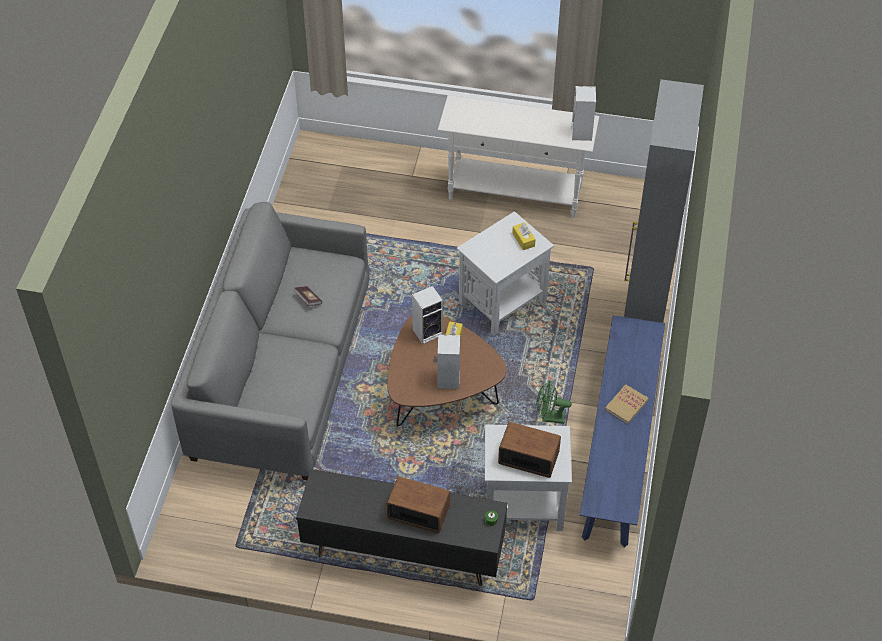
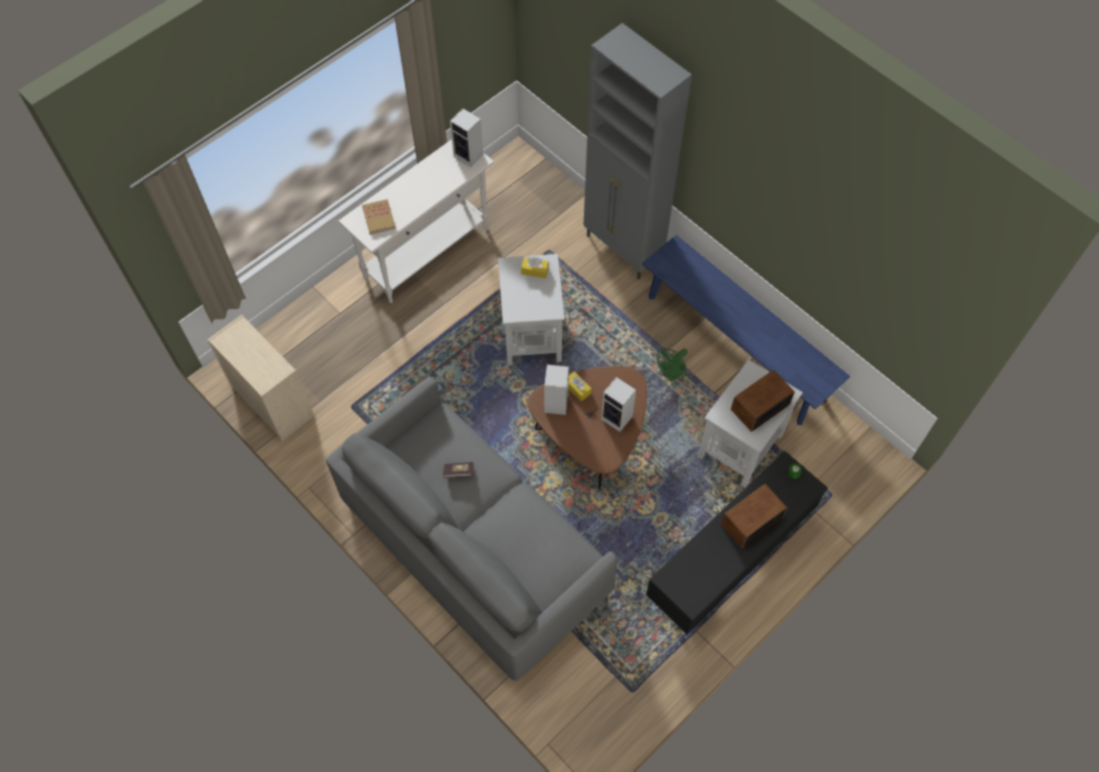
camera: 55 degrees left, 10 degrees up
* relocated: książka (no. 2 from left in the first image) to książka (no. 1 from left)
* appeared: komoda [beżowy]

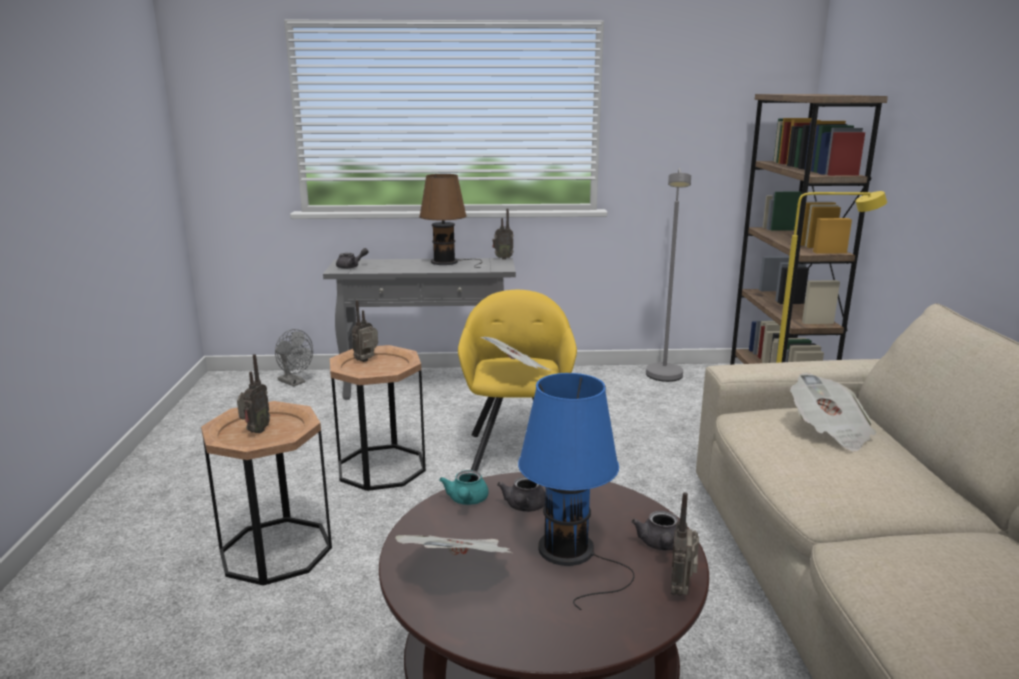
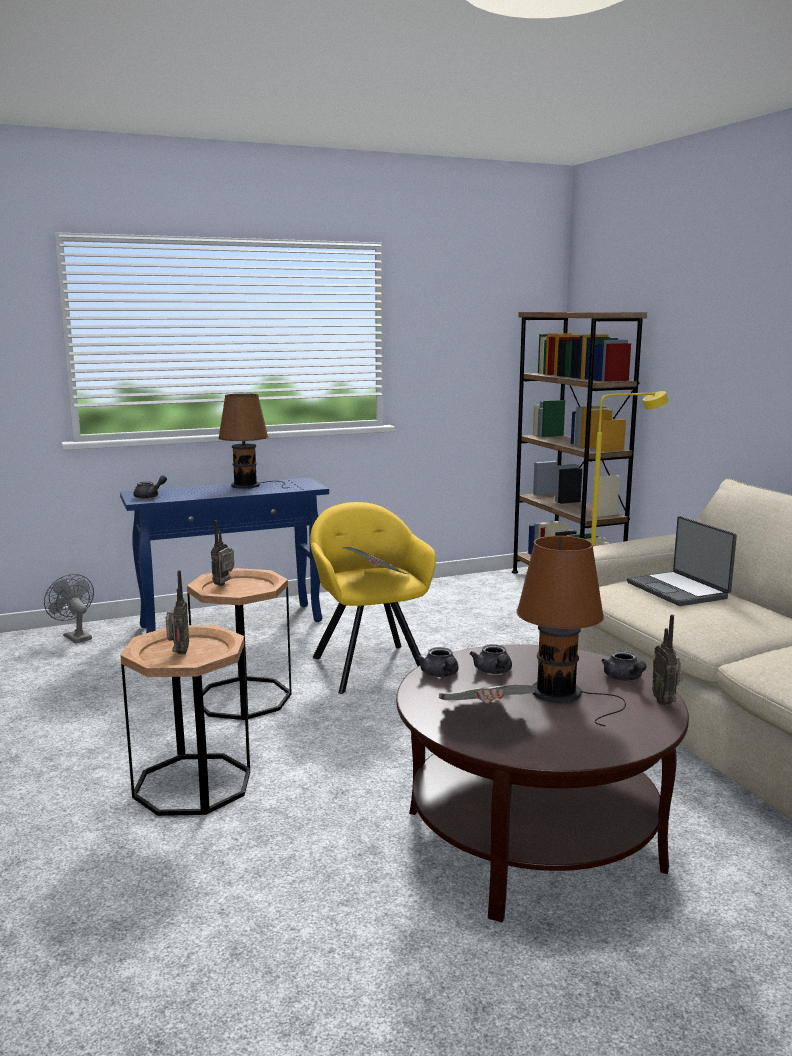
camera: 20 degrees left, 5 degrees down
* spun: wentylator [szary] 150 degrees counterclockwise
* colour: stolik konsolowy [szary] to stolik konsolowy [niebieski]
* colour: imbryk [turkusowy] to imbryk [szary] (no. 2 from left)
* missing: radio (no. 3 from left)
* colour: lampa stołowa [niebieski] to lampa stołowa [brązowy] (no. 2 from left)
* missing: lampa stojąca [szary]
* exchanged: gazeta (no. 3 from left) to laptop

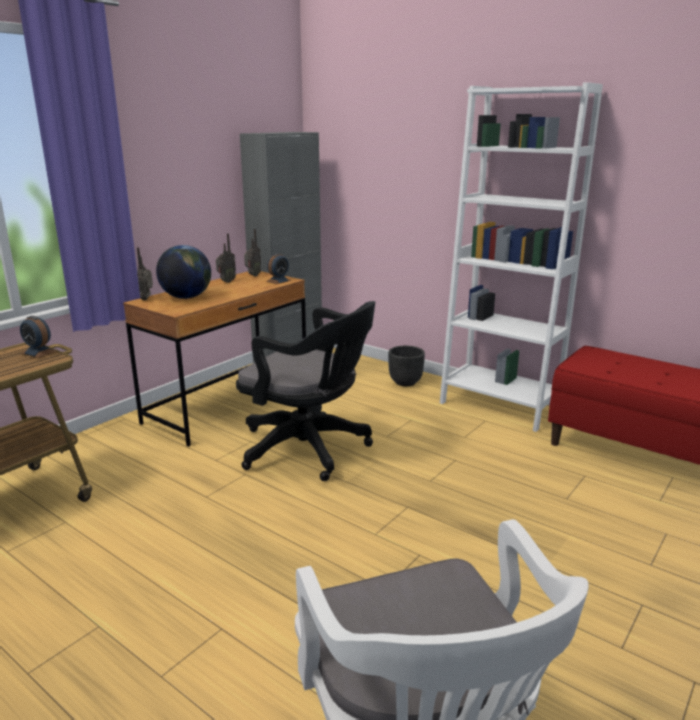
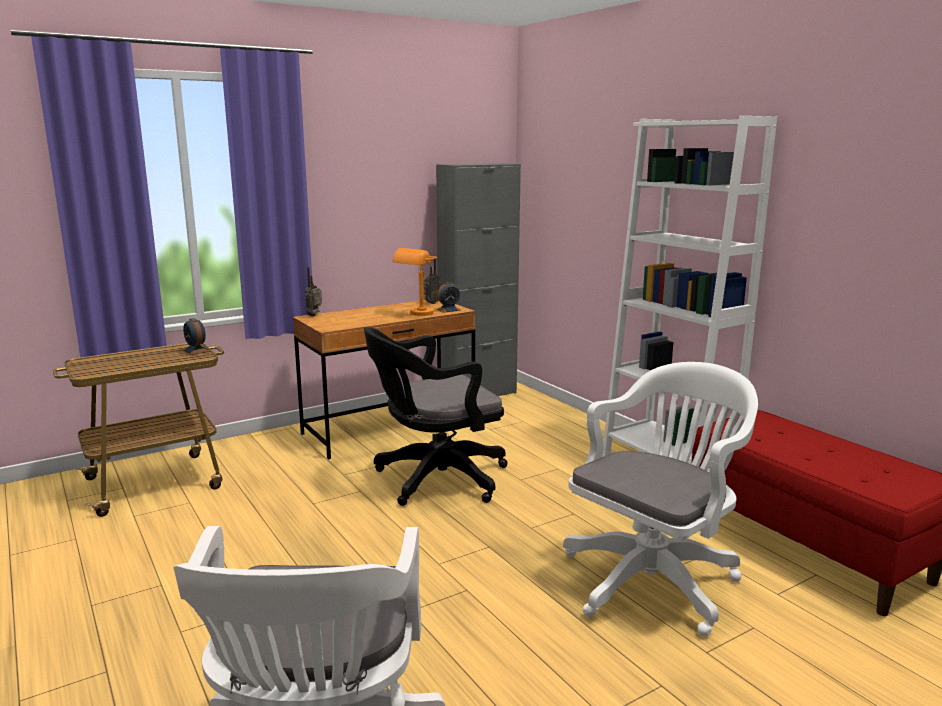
camera: 20 degrees right, 5 degrees down
* missing: globus
* missing: radio (no. 2 from left)
* spun: krzesło biurowe [czarny] 105 degrees clockwise
* missing: donica [czarny]
* appeared: lampa stołowa [pomarańczowy]
* appeared: krzesło biurowe [biały] (no. 2 from left)

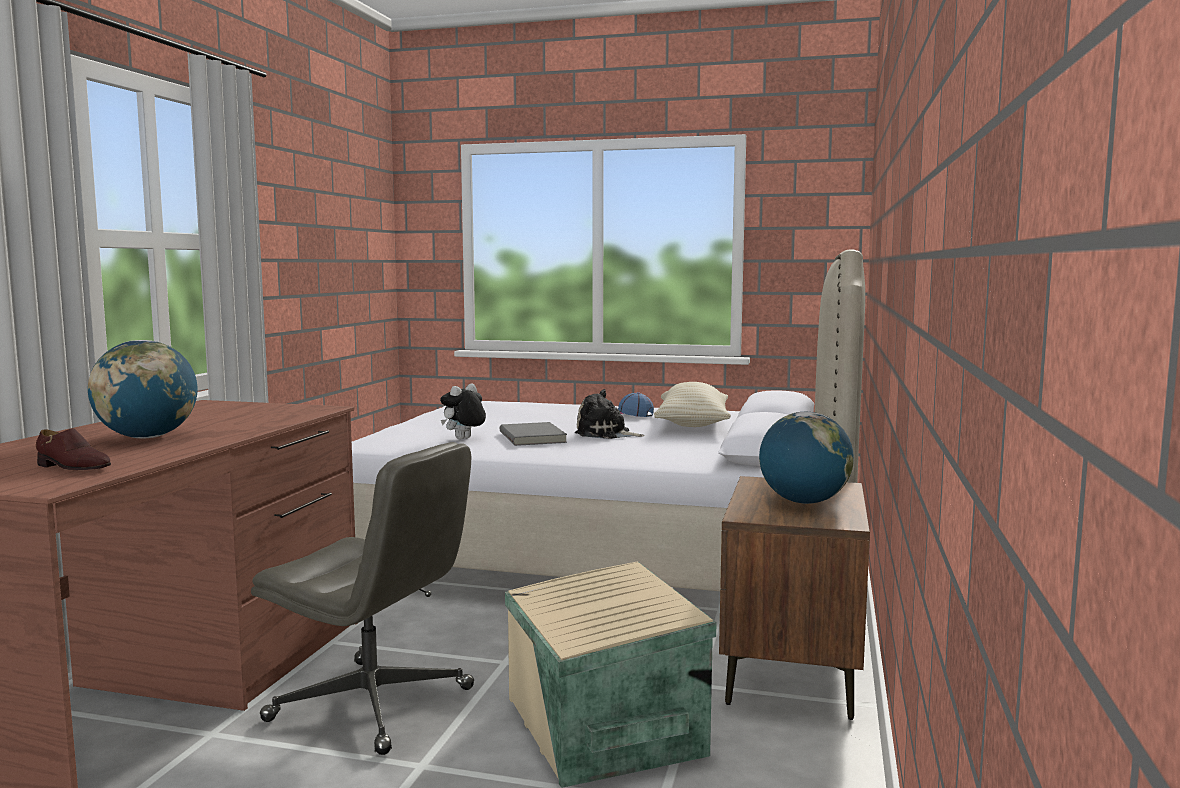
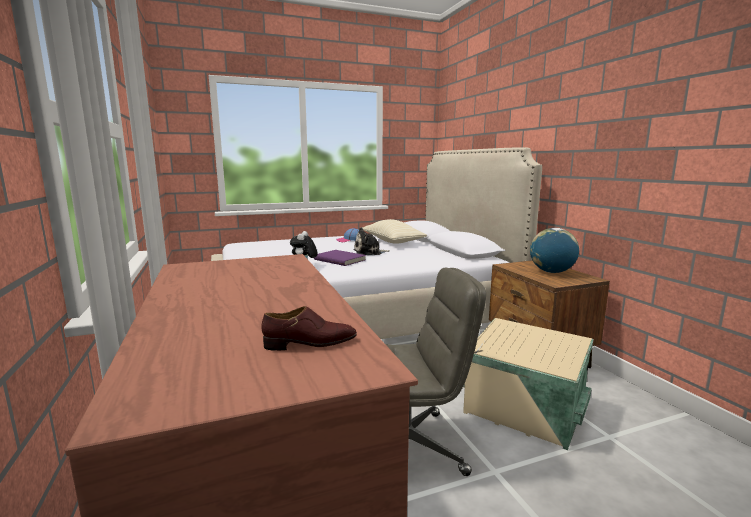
camera: 35 degrees left, 5 degrees up
* missing: globus (no. 1 from left)
* colour: książka [szary] to książka [fioletowy]

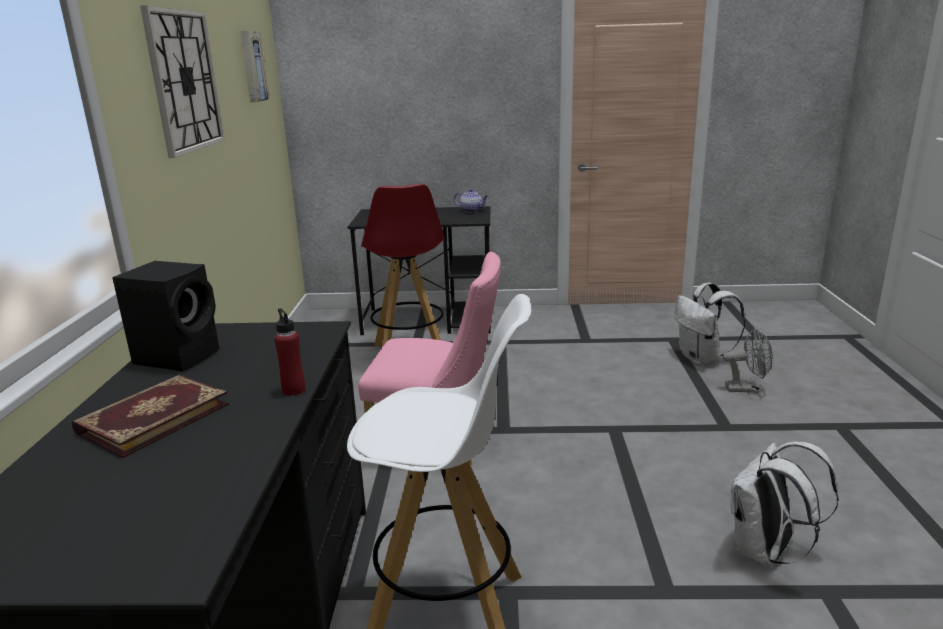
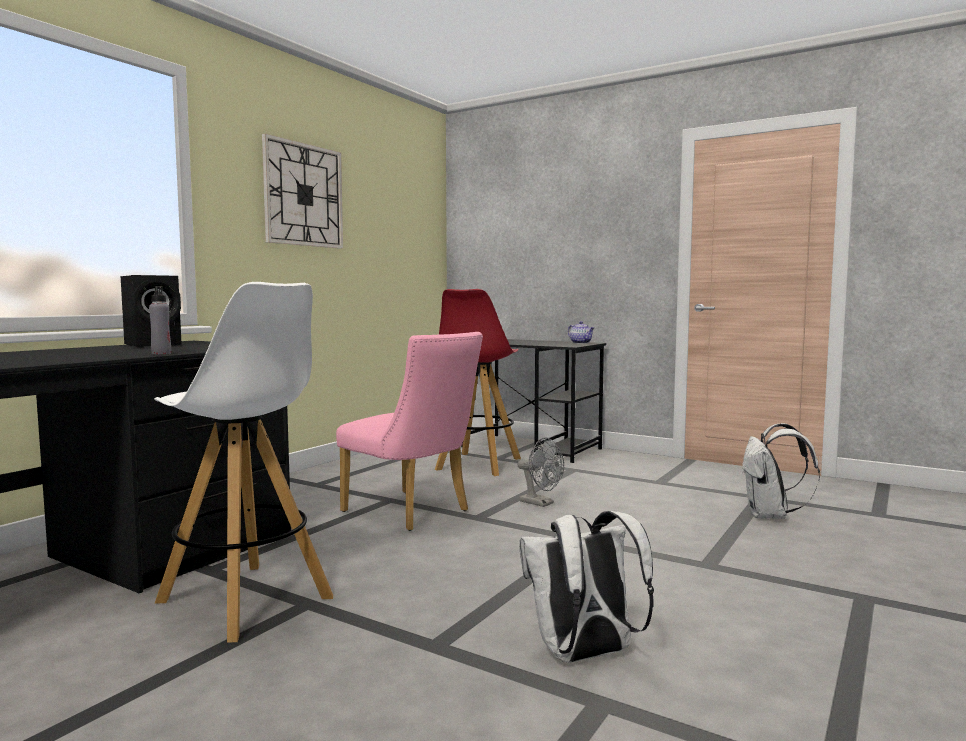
camera: 30 degrees right, 15 degrees down
* missing: książka
* missing: obraz
* colour: butelka [czerwony] to butelka [szary]
* relocated: wentylator [szary]

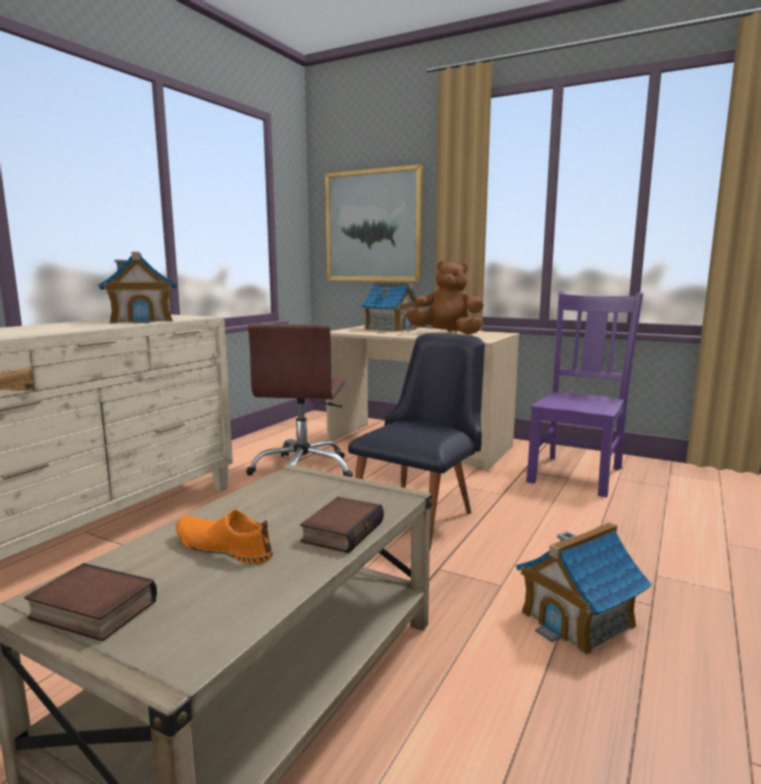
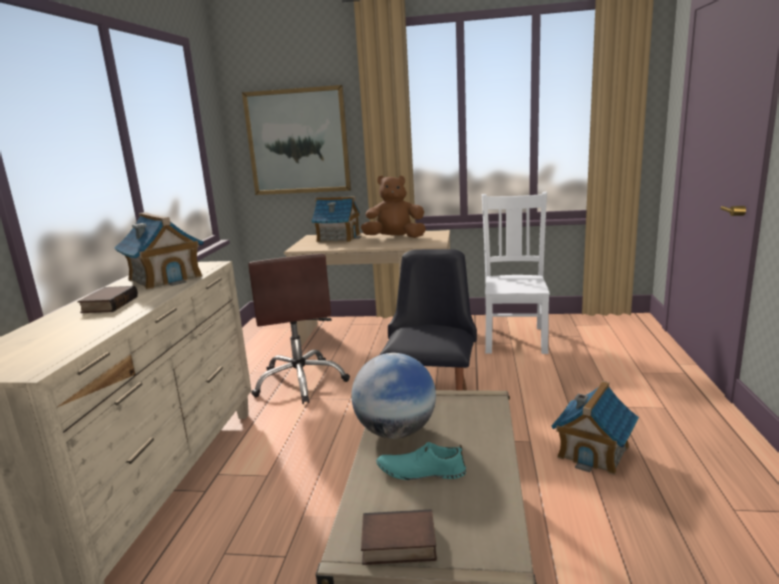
camera: 20 degrees left, 5 degrees up
* colour: but [pomarańczowy] to but [turkusowy]
* relocated: książka (no. 2 from left in the first image) to książka (no. 1 from left)
* colour: krzesło [fioletowy] to krzesło [biały]
* appeared: globus

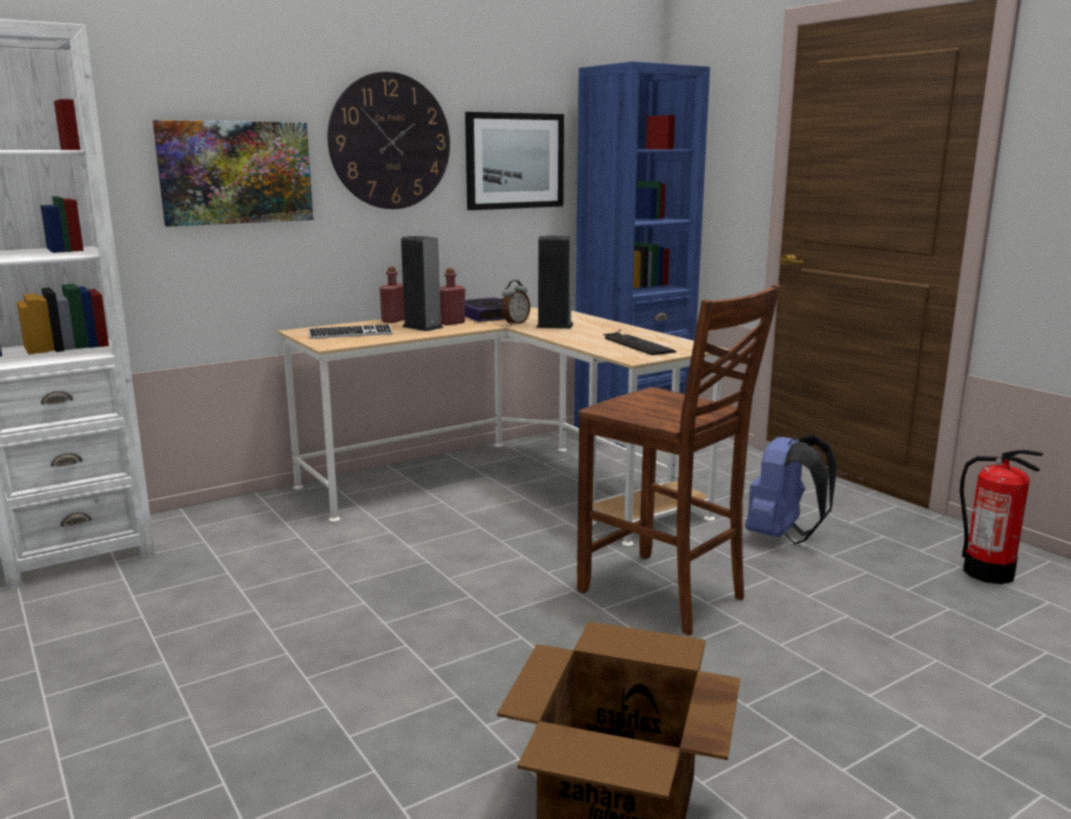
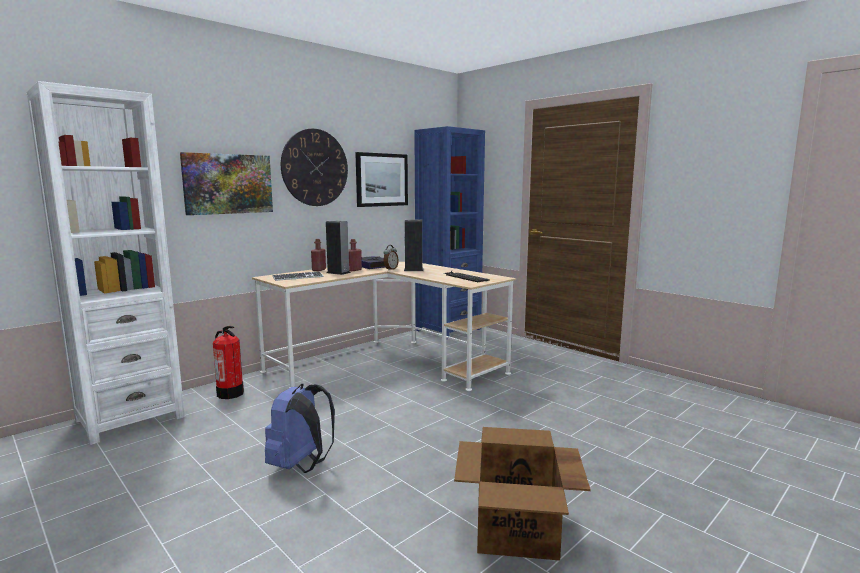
camera: 10 degrees left, 5 degrees down
* missing: krzesło [brązowy]
* relocated: plecak [niebieski]
* relocated: gaśnica

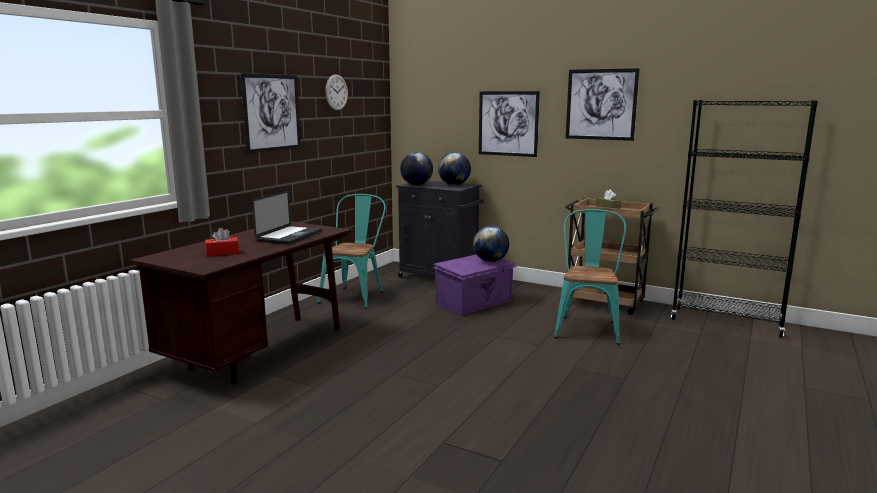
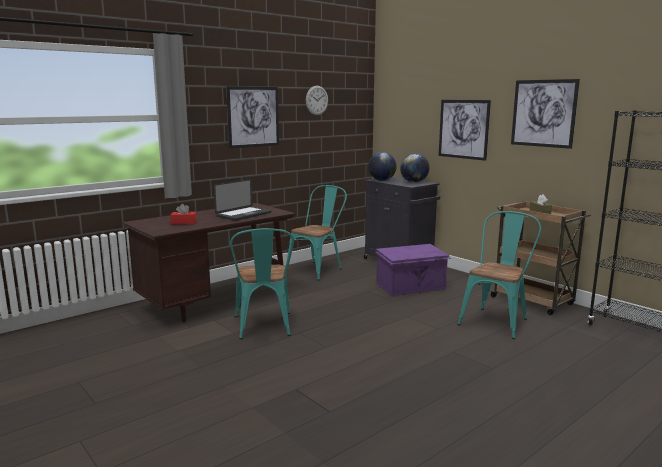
camera: 20 degrees right, 0 degrees up
* missing: globus (no. 3 from left)
* appeared: krzesło [turkusowy] (no. 1 from left)

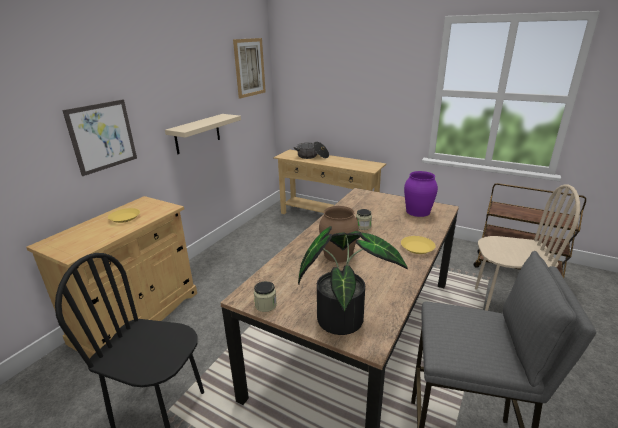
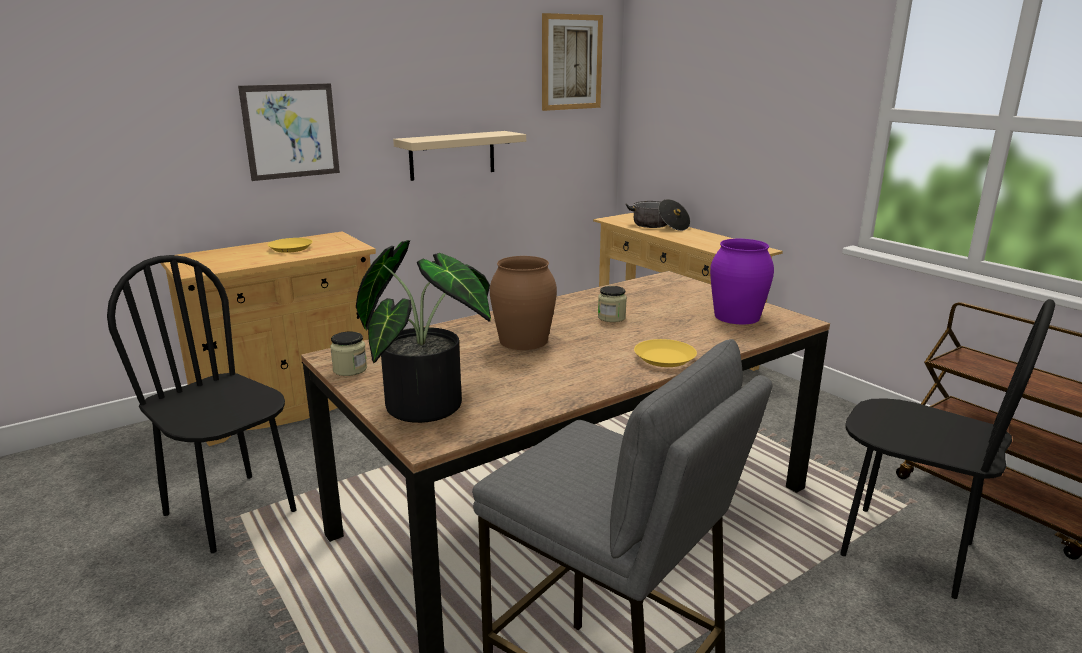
camera: 25 degrees right, 5 degrees down
* colour: krzesło [beżowy] to krzesło [czarny] (no. 2 from left)

